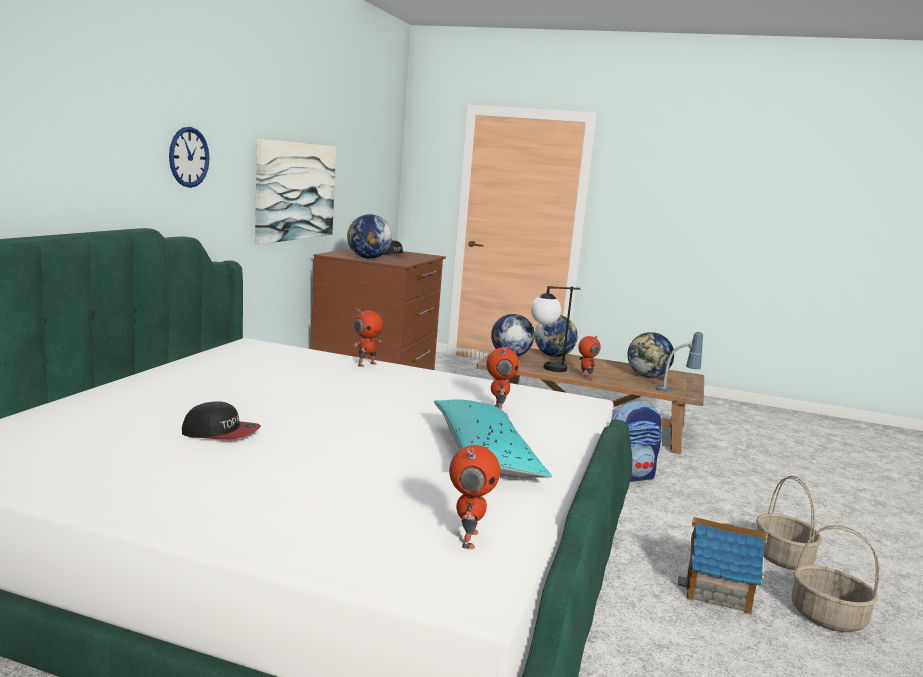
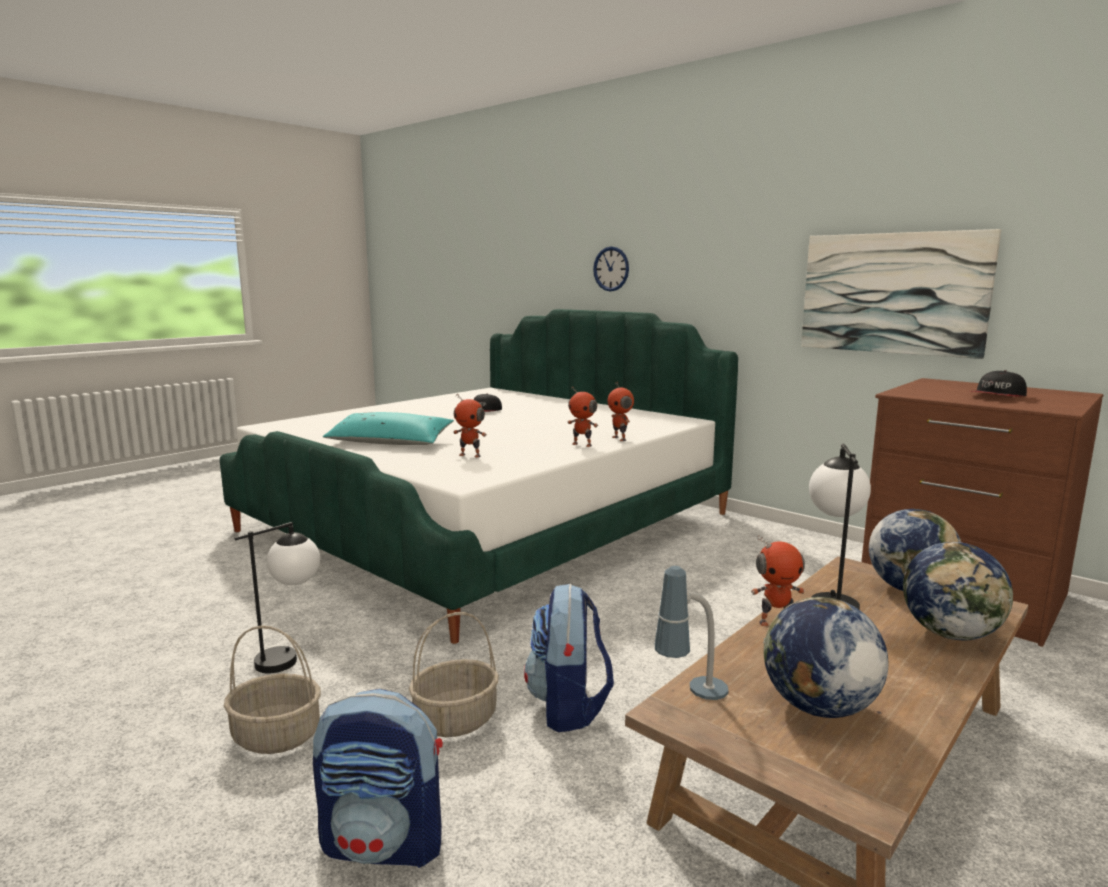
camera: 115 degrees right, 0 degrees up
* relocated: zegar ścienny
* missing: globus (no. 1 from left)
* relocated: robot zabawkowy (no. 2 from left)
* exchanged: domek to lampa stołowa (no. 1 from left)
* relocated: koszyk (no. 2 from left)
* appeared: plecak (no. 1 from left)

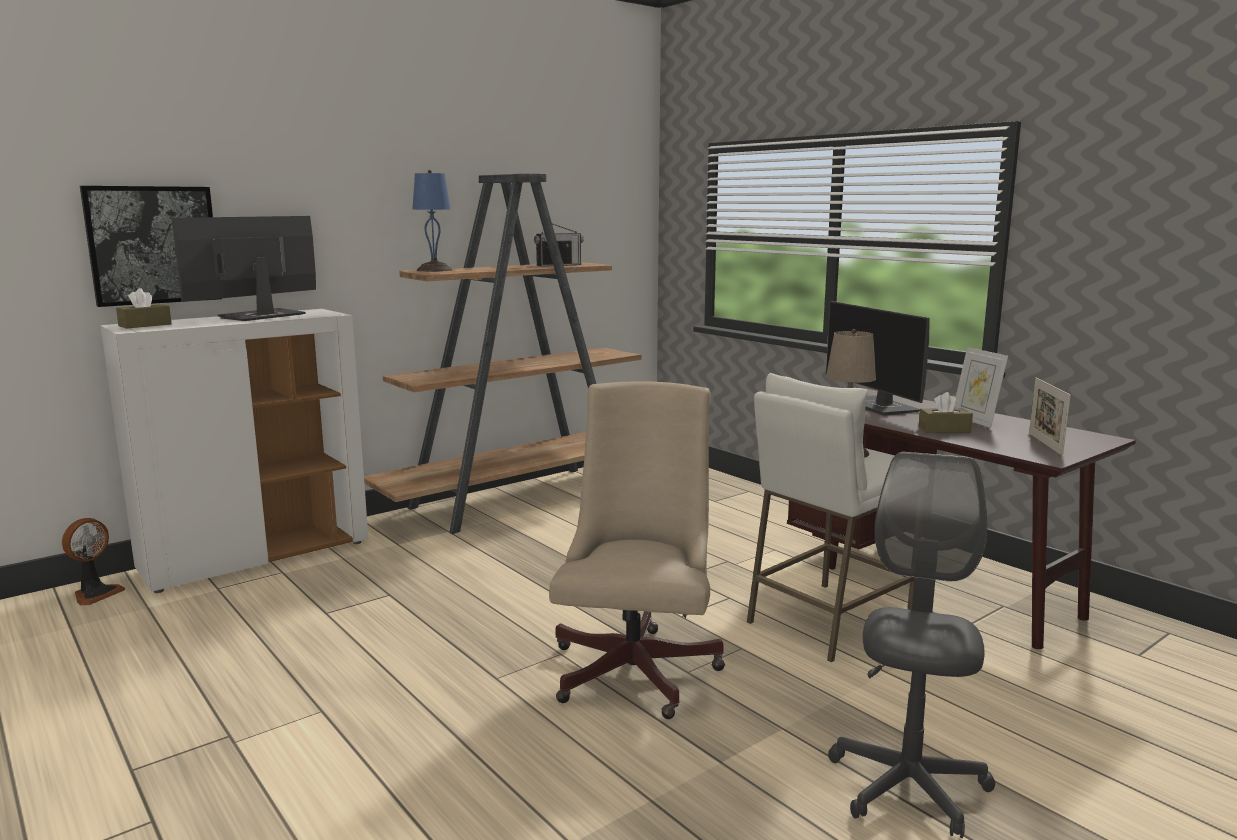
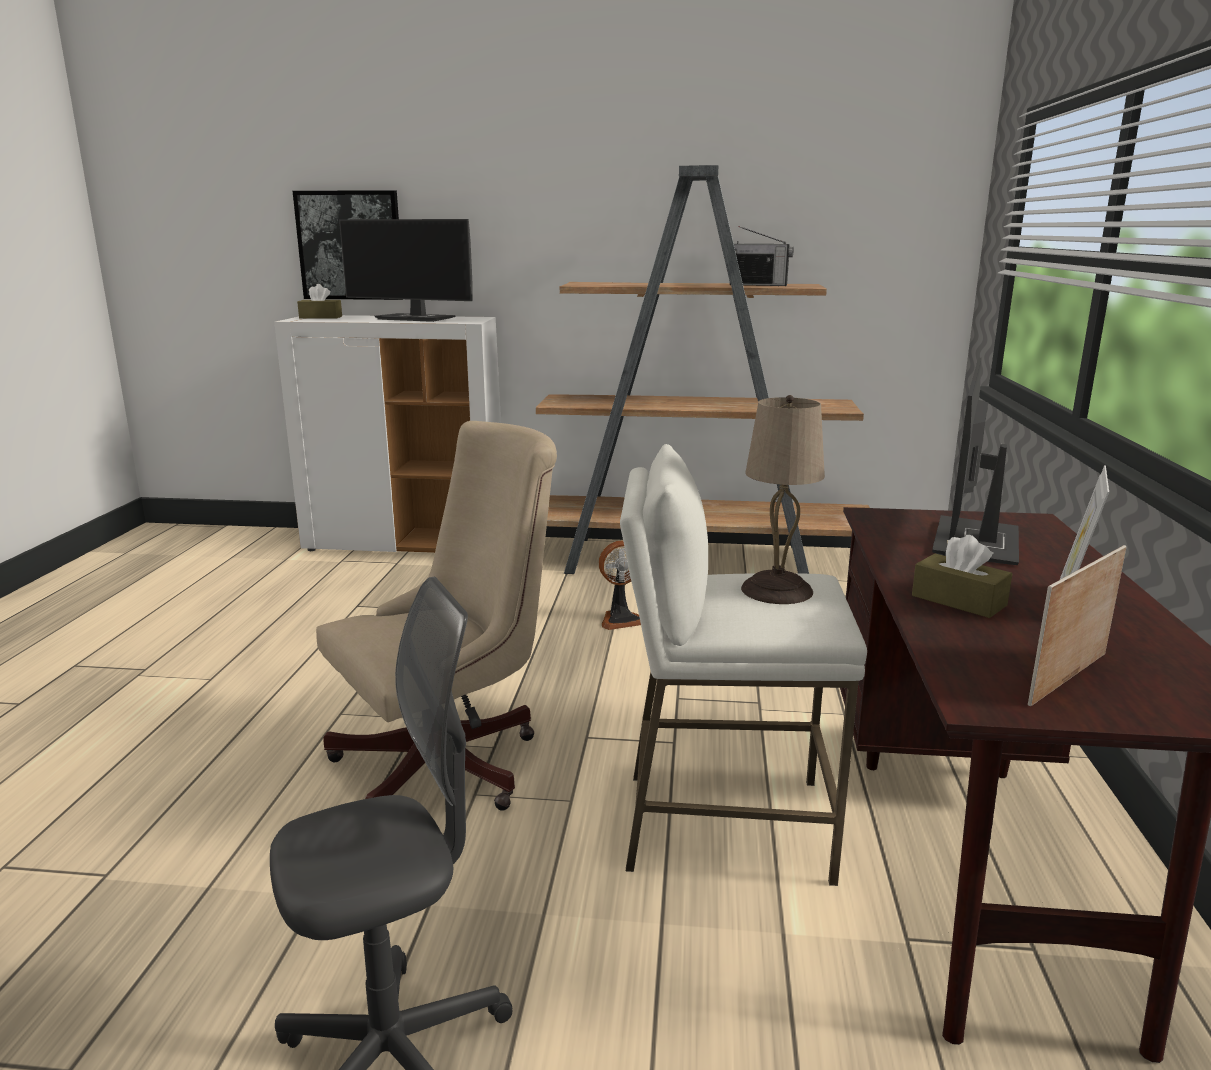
camera: 45 degrees right, 5 degrees up
* relocated: wentylator
* spun: monitor (no. 1 from left) 150 degrees counterclockwise
* missing: lampa stołowa [niebieski]

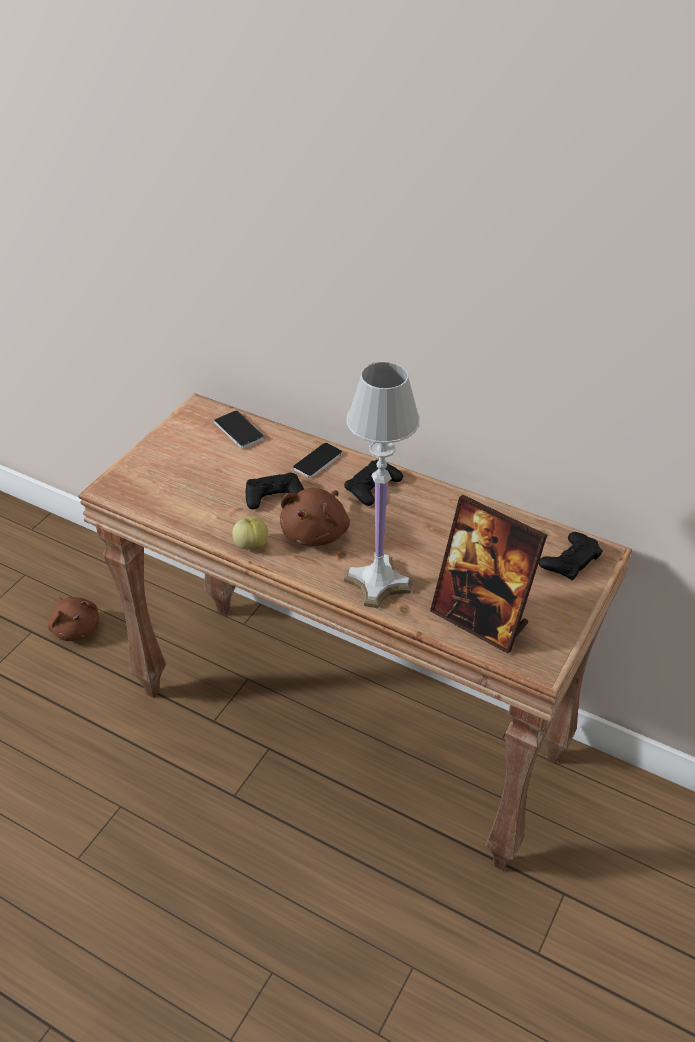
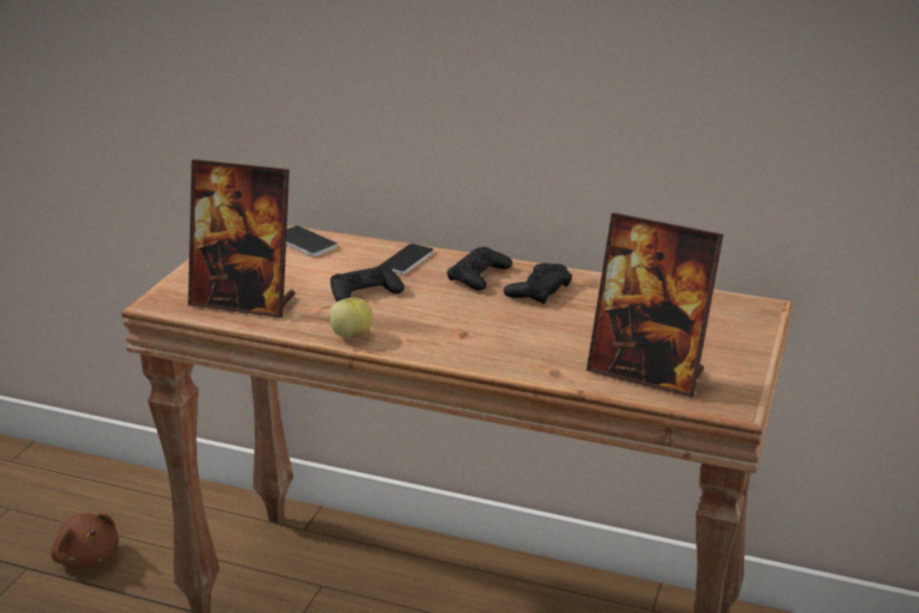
camera: 10 degrees left, 15 degrees down
* missing: pluszak [brązowy] (no. 2 from left)
* missing: lampa stołowa [biały]
* relocated: pad do gier [czarny] (no. 3 from left)
* appeared: ramka na zdjęcie (no. 1 from left)

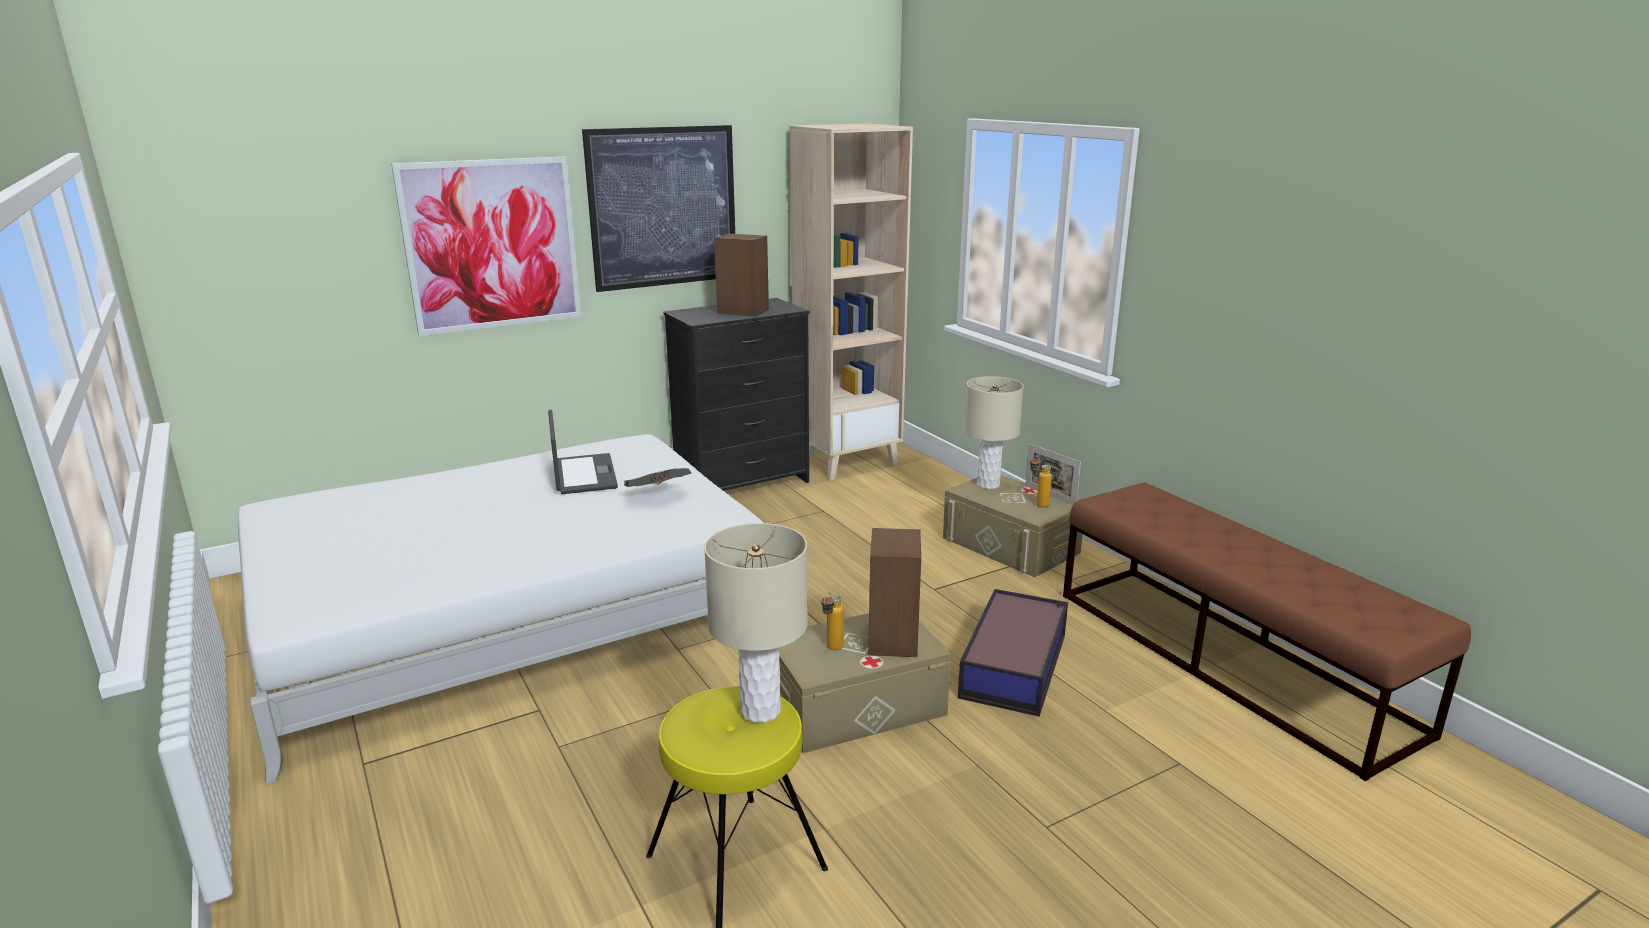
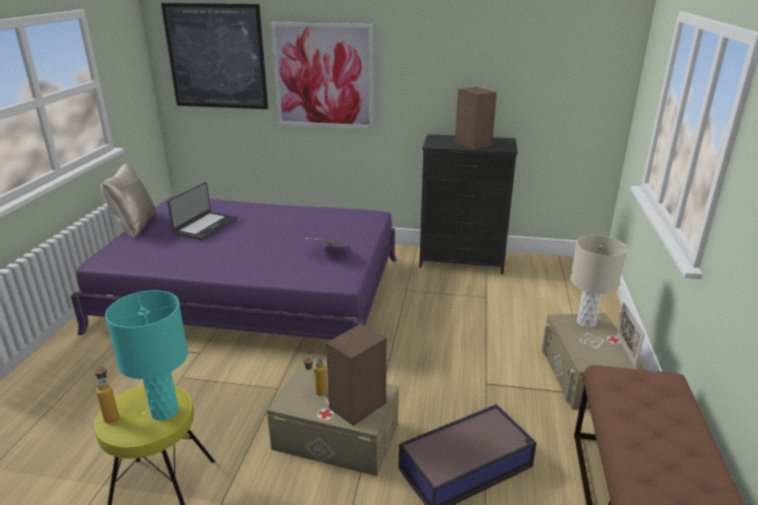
camera: 40 degrees right, 5 degrees up
* colour: łóżko [biały] to łóżko [fioletowy]
* relocated: laptop
* relocated: obraz (no. 2 from left in the first image) to obraz (no. 1 from left)
* colour: lampa stołowa [beżowy] (no. 1 from left) to lampa stołowa [turkusowy]
* missing: regał [beżowy]
* relocated: butelka (no. 2 from left in the first image) to butelka (no. 1 from left)
* appeared: poduszka [beżowy]

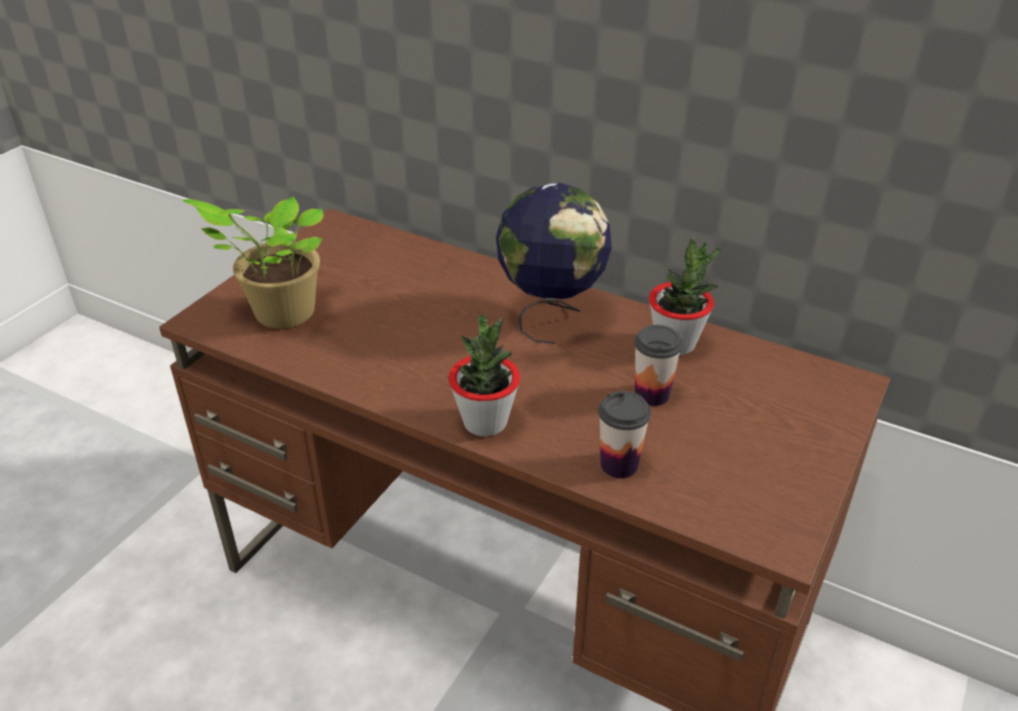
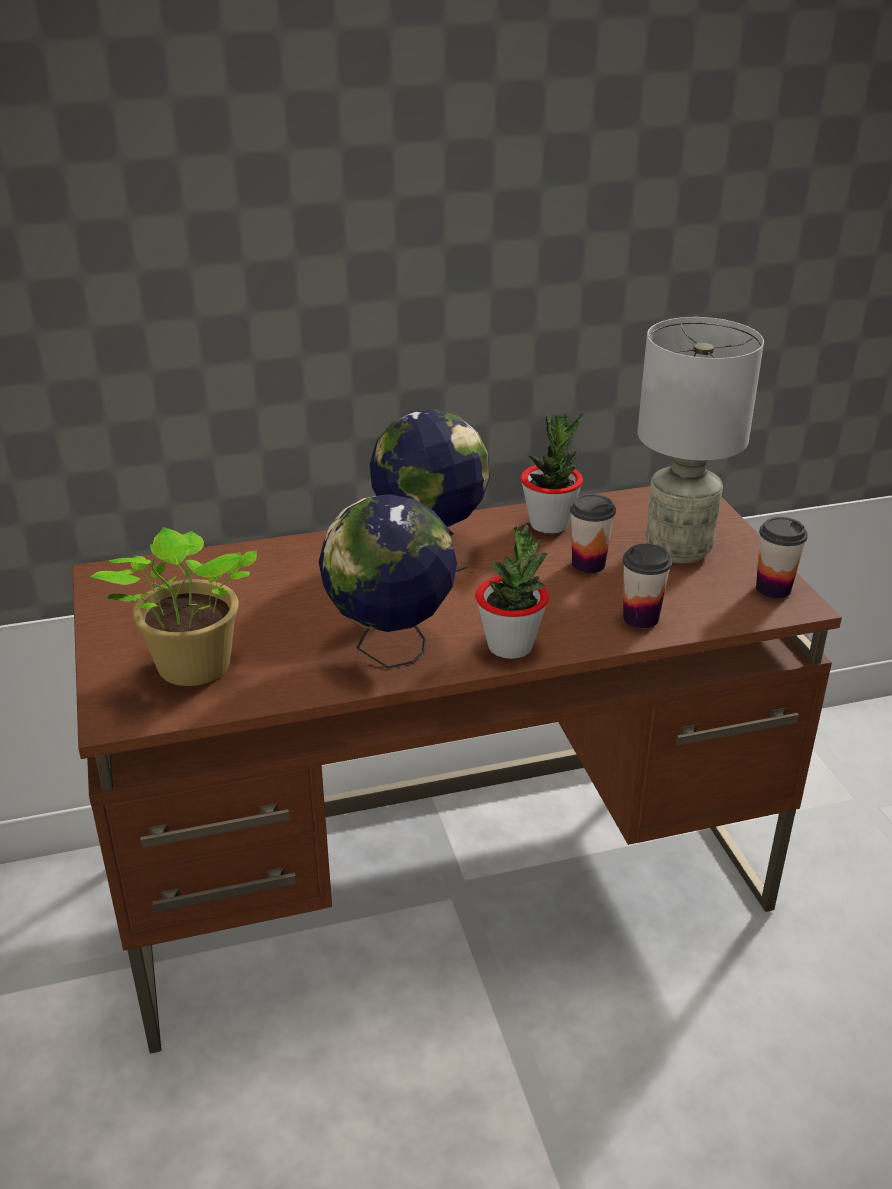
camera: 45 degrees left, 5 degrees down
* appeared: globus (no. 1 from left)
* appeared: lampa stołowa [szary]
* appeared: filiżanka (no. 3 from left)

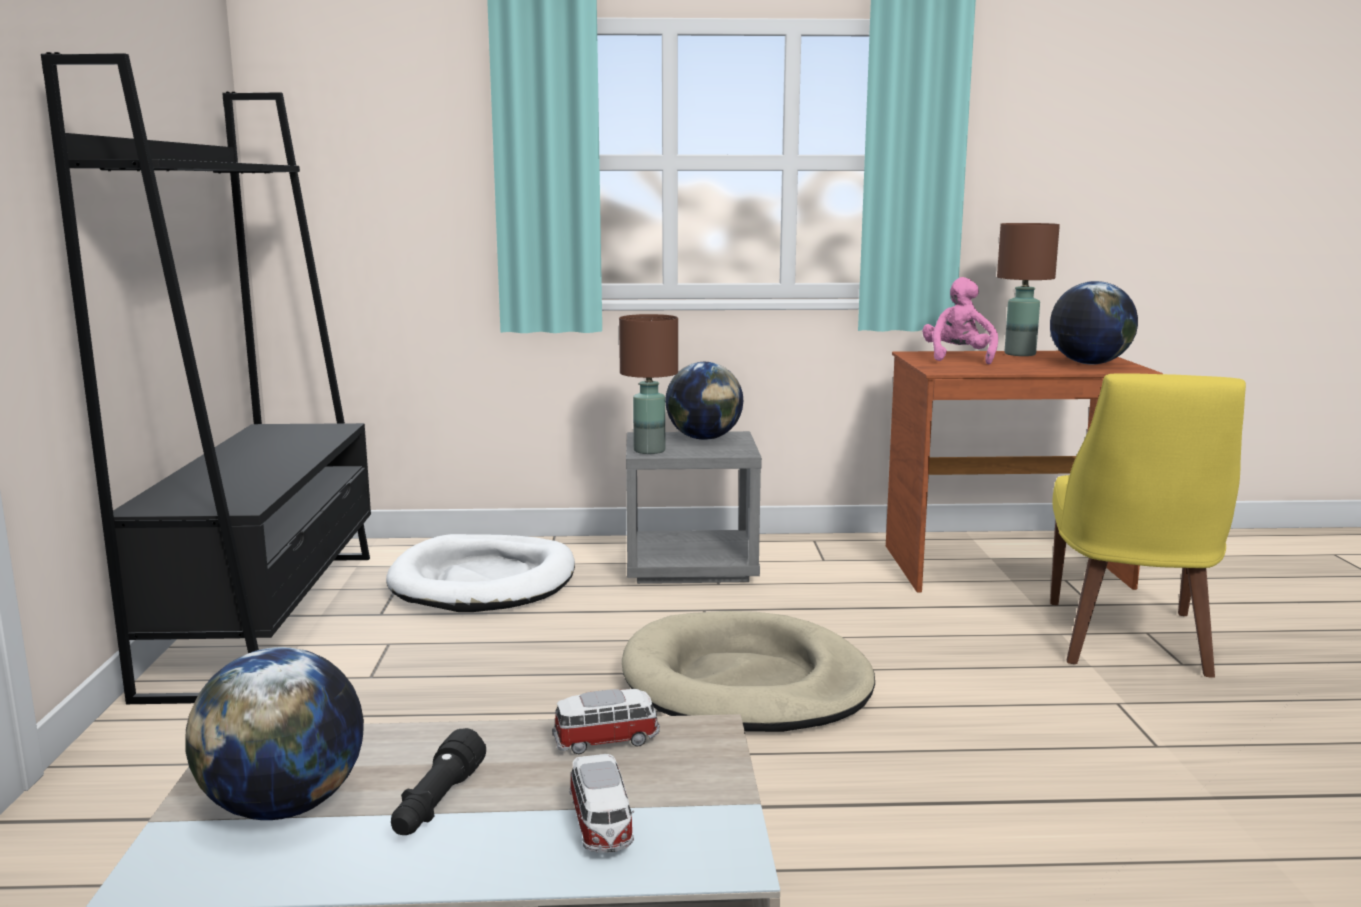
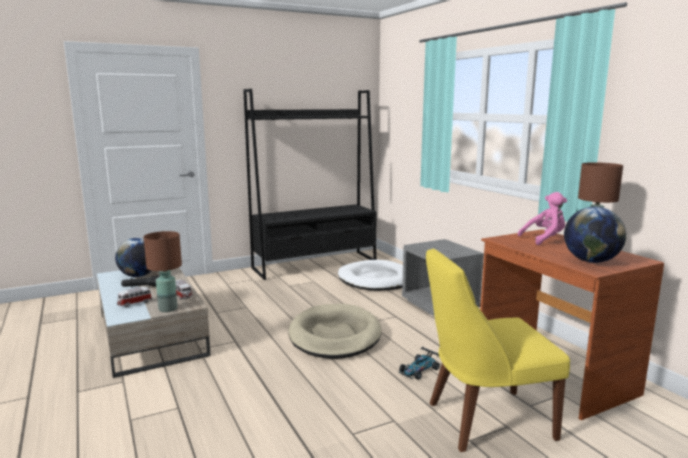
camera: 65 degrees right, 0 degrees up
* relocated: lampa stołowa [brązowy] (no. 1 from left)
* missing: globus (no. 2 from left)
* appeared: samochodzik (no. 3 from left)

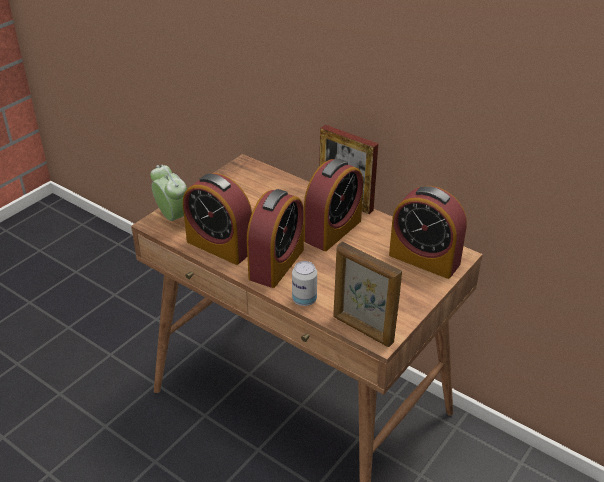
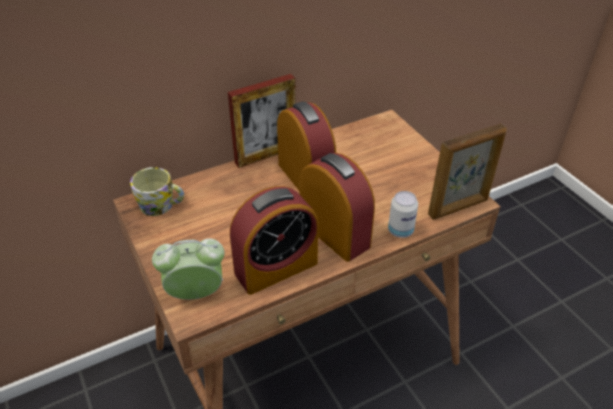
camera: 65 degrees left, 5 degrees up
* missing: budzik (no. 5 from left)
* appeared: kubek

